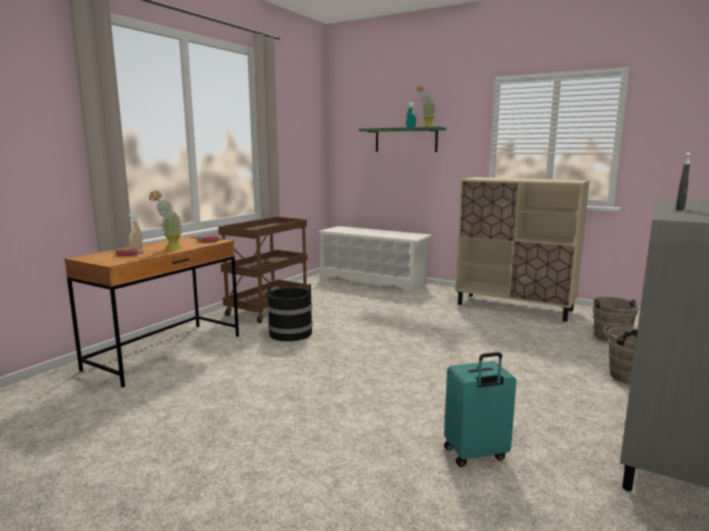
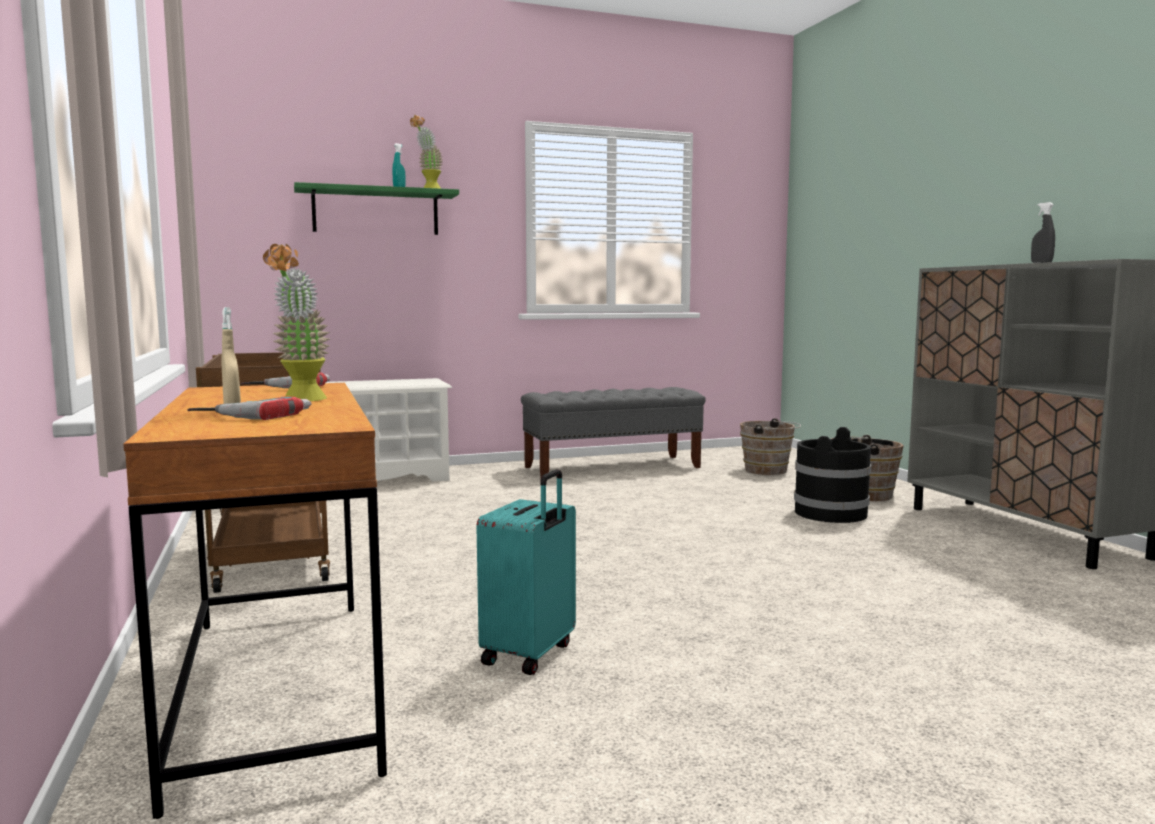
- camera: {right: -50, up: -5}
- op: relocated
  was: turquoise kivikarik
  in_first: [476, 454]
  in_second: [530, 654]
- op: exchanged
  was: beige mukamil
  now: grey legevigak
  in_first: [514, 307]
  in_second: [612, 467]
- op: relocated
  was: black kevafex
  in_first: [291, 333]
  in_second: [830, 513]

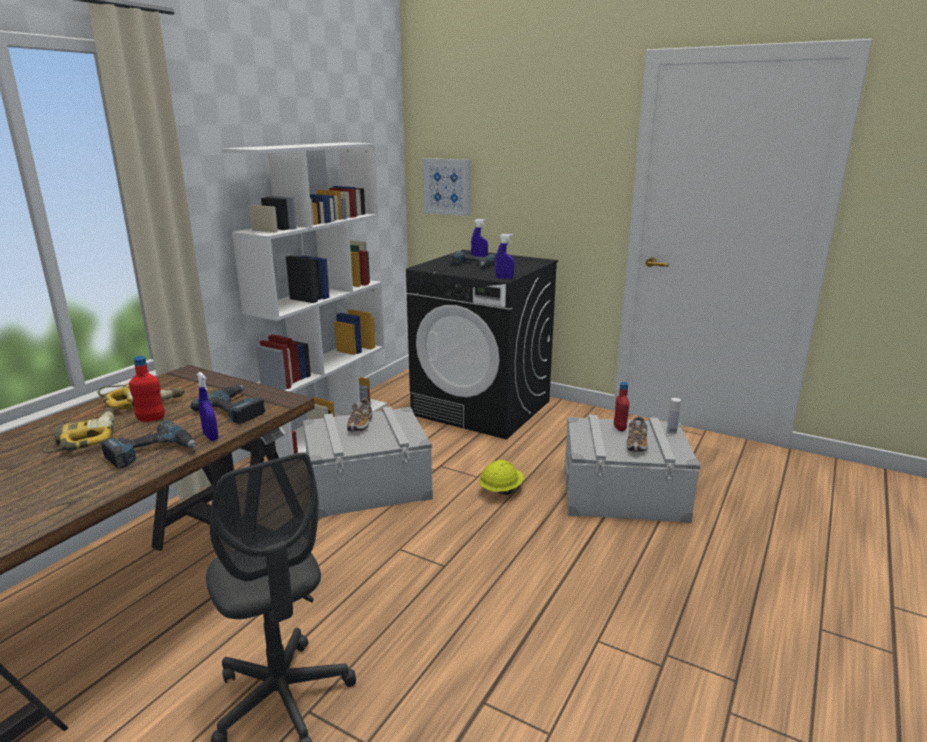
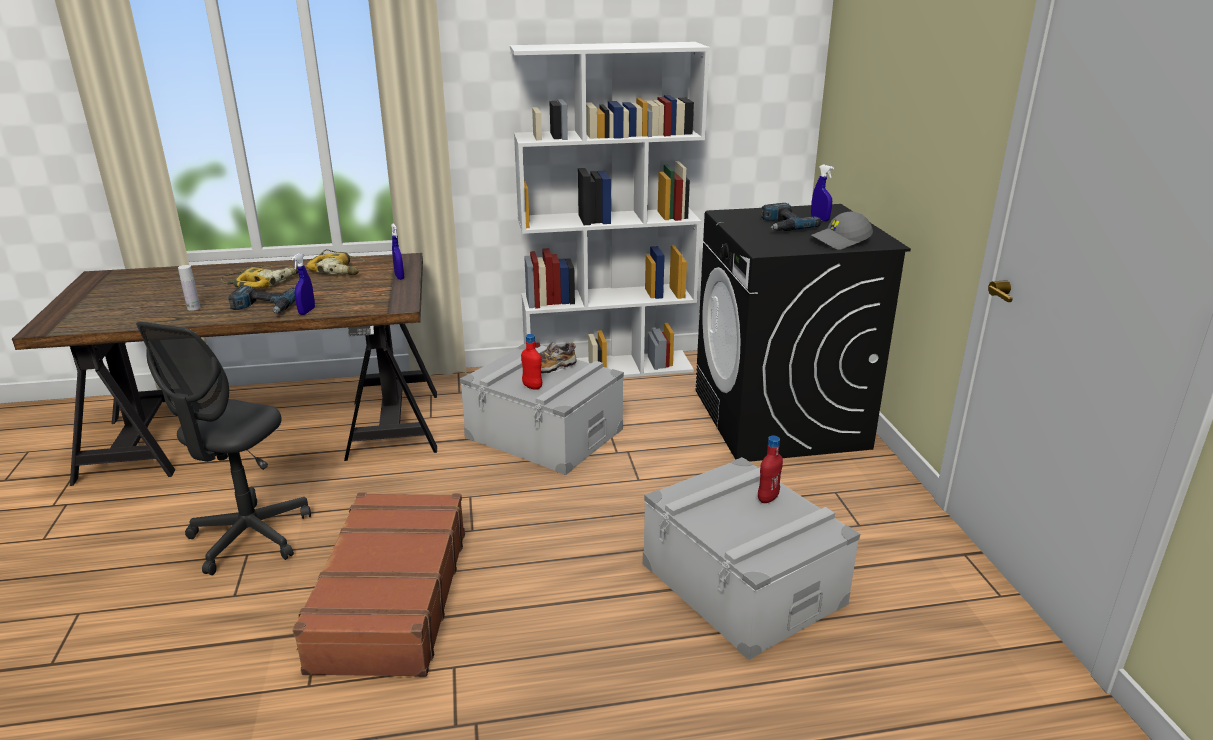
- camera: {right: 50, up: 5}
- op: relocated
  was: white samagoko
  in_first: [671, 432]
  in_second: [193, 308]
- op: appeared
  now: brown kivikarik
  in_second: [390, 598]
- op: relocated
  was: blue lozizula
  in_first: [504, 278]
  in_second: [399, 277]
- op: relocated
  was: red samagoko
  in_first: [151, 419]
  in_second: [532, 387]
- op: appeared
  now: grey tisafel
  in_second: [840, 241]
- op: missing
  was: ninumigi
  in_first: [236, 409]
- op: missing
  was: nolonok
  in_first: [447, 186]
- op: missing
  was: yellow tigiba
  in_first: [501, 490]
- op: missing
  was: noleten
  in_first: [636, 444]

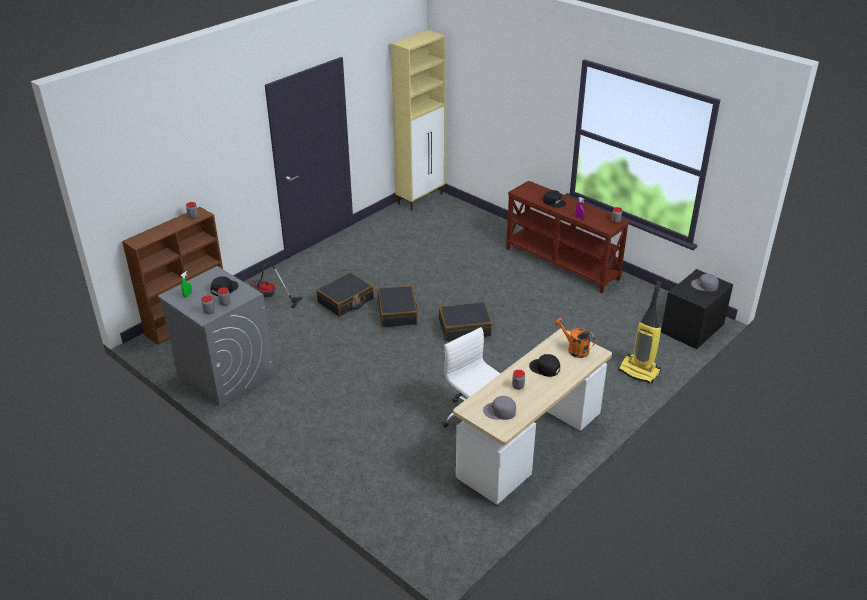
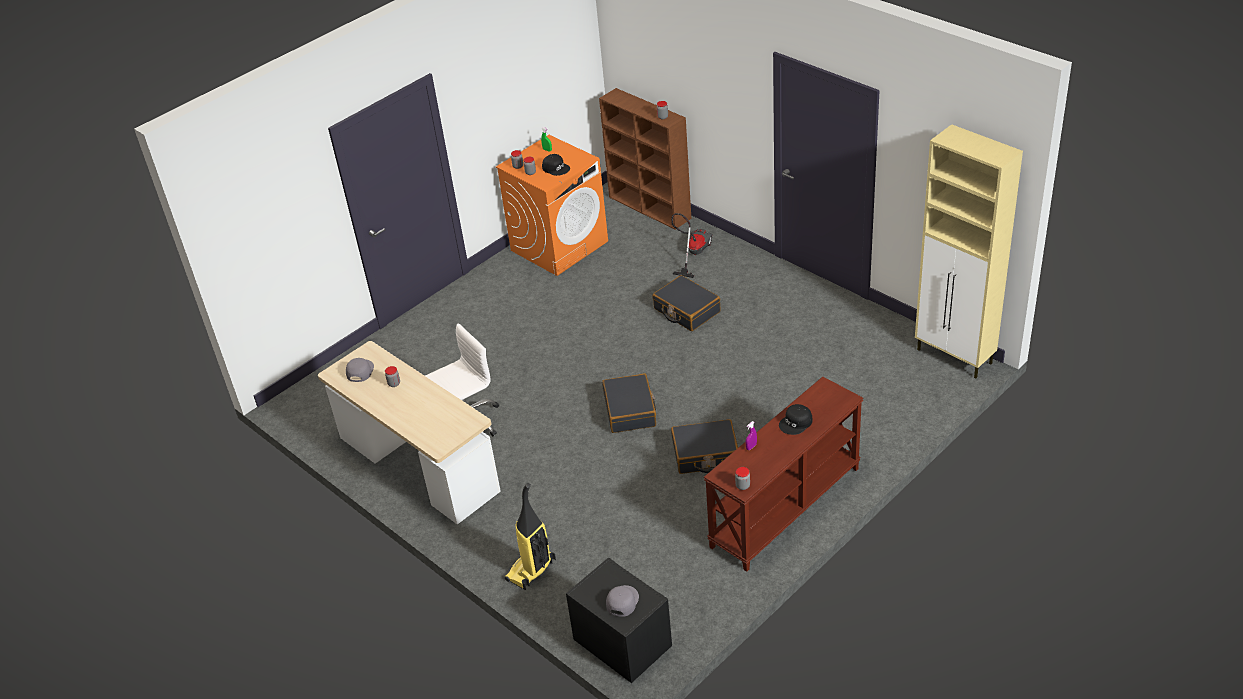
- camera: {right: 95, up: 5}
- op: colour
  was: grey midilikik
  now: orange midilikik
  in_first: [225, 373]
  in_second: [559, 245]
- op: relocated
  was: black kivikarik
  in_first: [397, 313]
  in_second: [705, 455]
- op: missing
  was: black tisafel
  in_first: [544, 368]
- op: missing
  was: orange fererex
  in_first: [574, 349]

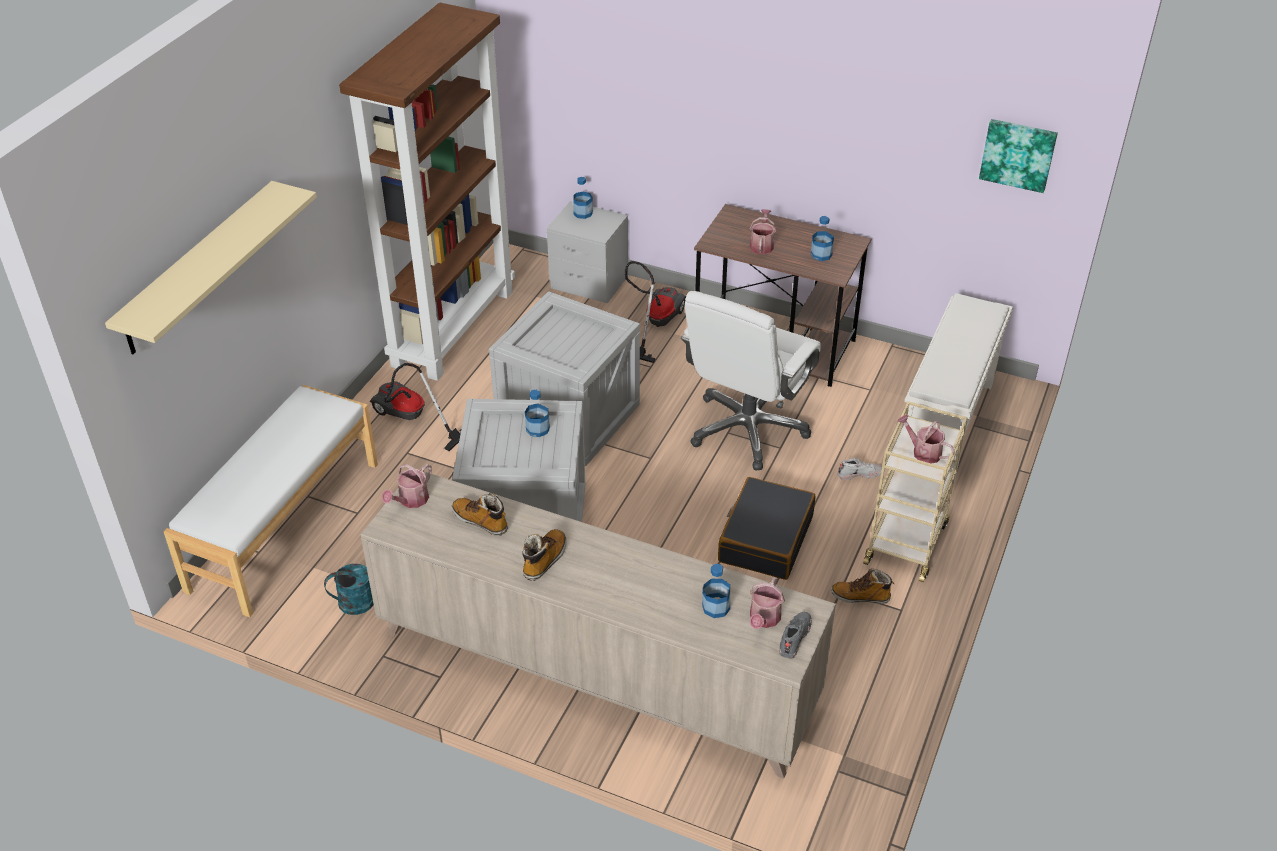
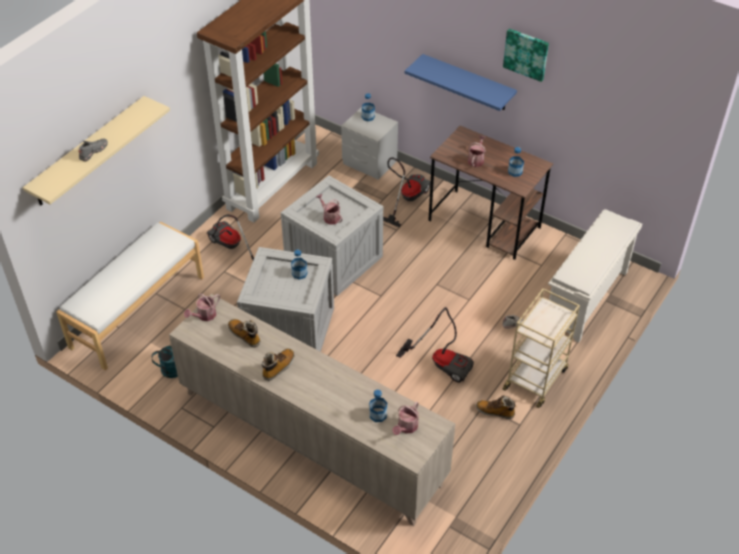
- camera: {right: 10, up: 5}
- op: relocated
  was: grey noleten
  in_first: [794, 637]
  in_second: [93, 151]
- op: relocated
  was: fererex
  in_first: [923, 452]
  in_second: [330, 217]
- op: exchanged
  was: black kivikarik
  now: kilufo
  in_first: [765, 539]
  in_second: [442, 363]
- op: appeared
  now: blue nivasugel
  in_second: [468, 83]
- op: relocated
  was: nolonok
  in_first: [1018, 154]
  in_second: [526, 54]
- op: missing
  was: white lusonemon
  in_first: [747, 429]

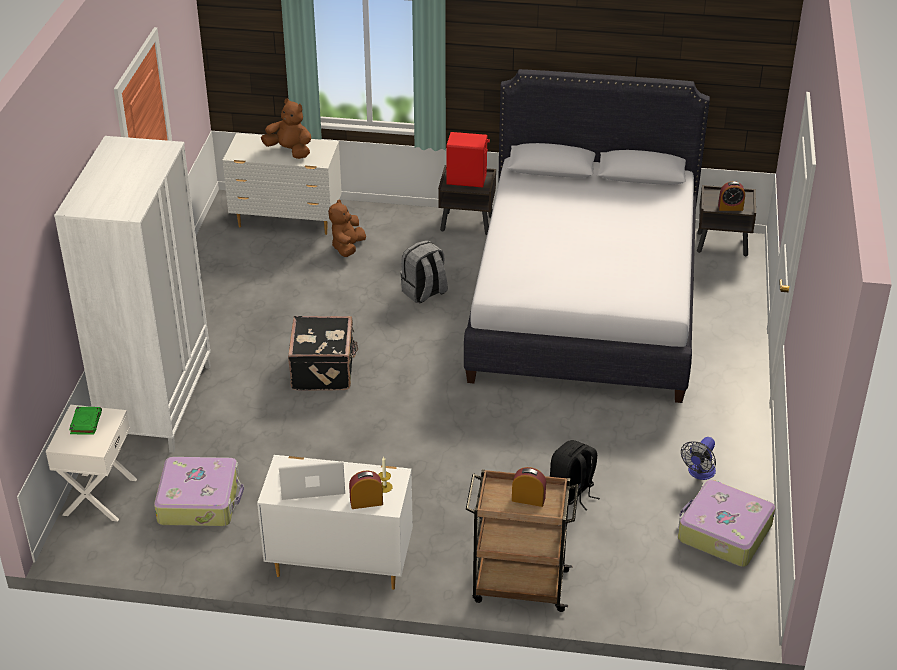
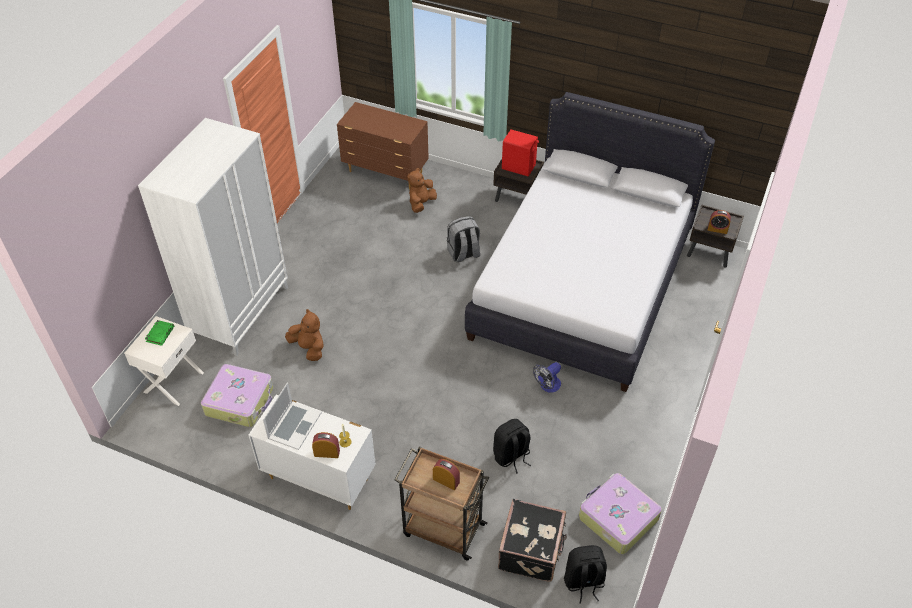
- camera: {right: 15, up: 10}
- op: spun
  was: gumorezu
  in_first: [312, 482]
  in_second: [294, 425]
  clockwise: 105
- op: relocated
  was: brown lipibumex
  in_first: [290, 151]
  in_second: [309, 348]
- op: colour
  was: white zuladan
  now: brown zuladan
  in_first: [287, 221]
  in_second: [386, 173]
- op: relocated
  was: black kivikarik
  in_first: [324, 370]
  in_second: [532, 550]
- op: relocated
  was: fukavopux
  in_first: [699, 473]
  in_second: [547, 386]
- op: appeared
  now: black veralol
  in_second: [583, 582]

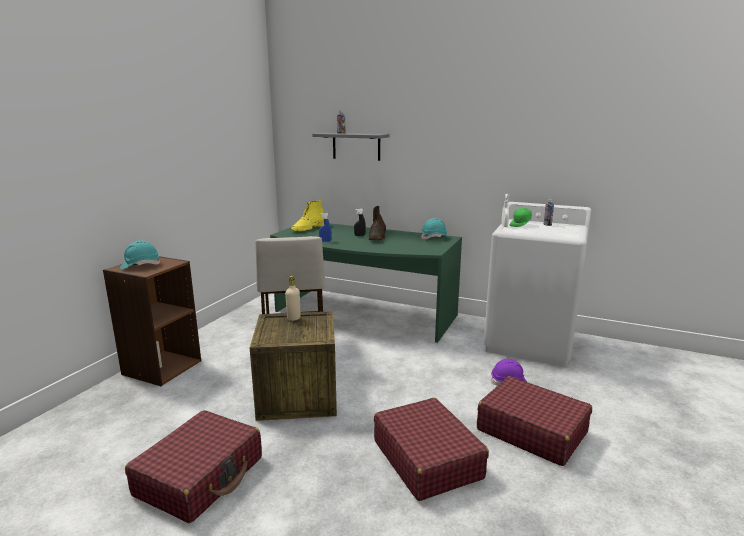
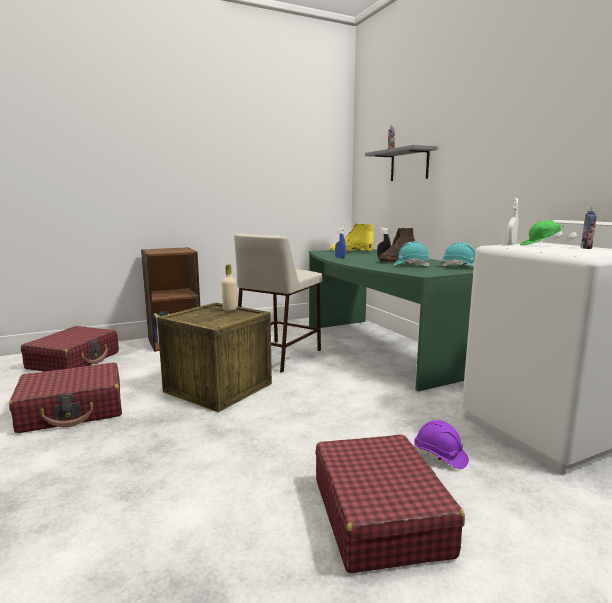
- camera: {right: 40, up: -5}
- op: relocated
  was: red kivikarik
  in_first: [427, 459]
  in_second: [74, 360]
- op: relocated
  was: turquoise tigiba
  in_first: [140, 265]
  in_second: [410, 266]

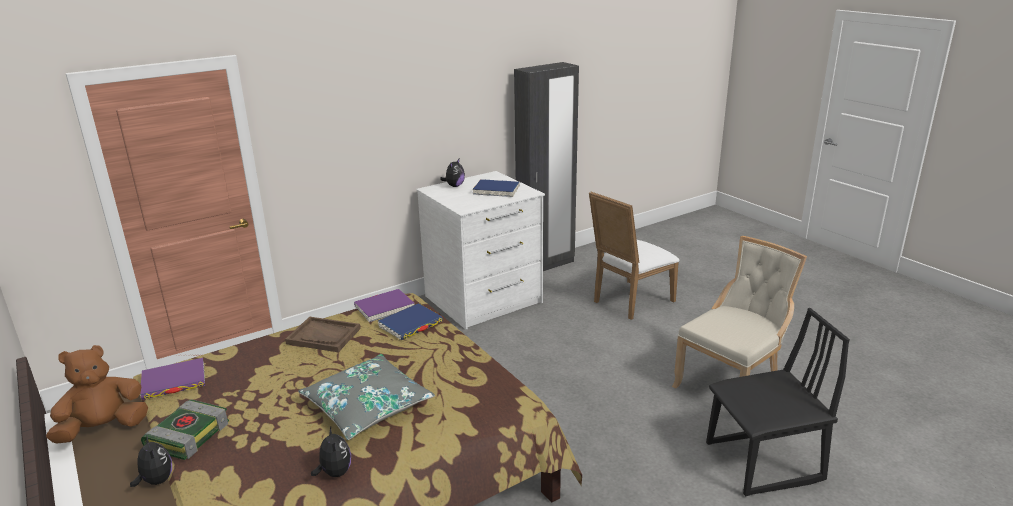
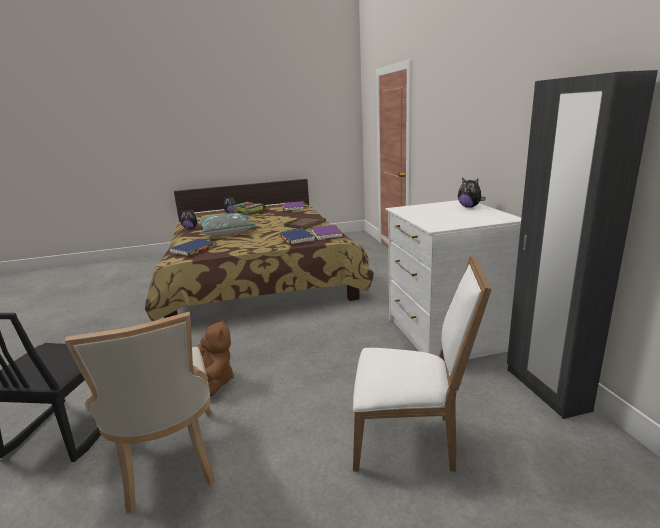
- camera: {right: 110, up: -5}
- op: relocated
  was: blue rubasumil
  in_first: [496, 190]
  in_second: [194, 249]
- op: relocated
  was: brown lipibumex
  in_first: [103, 428]
  in_second: [214, 382]
- op: spun
  was: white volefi
  in_first: [629, 302]
  in_second: [410, 439]
  clockwise: 120

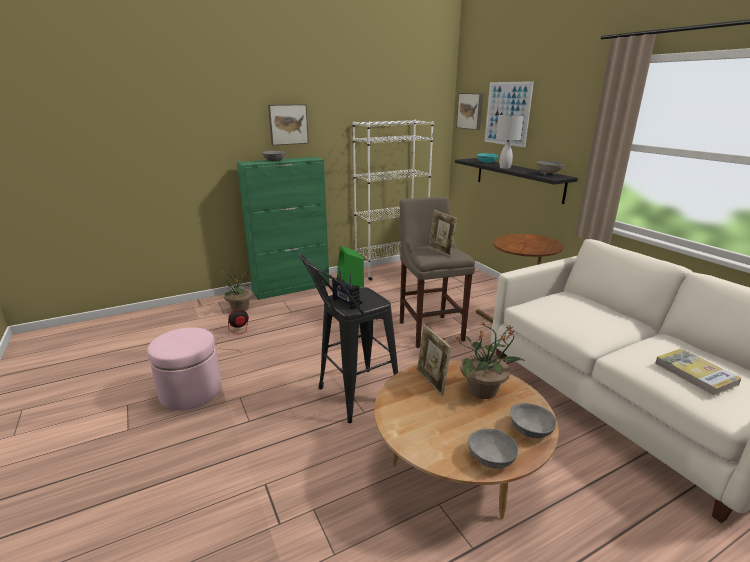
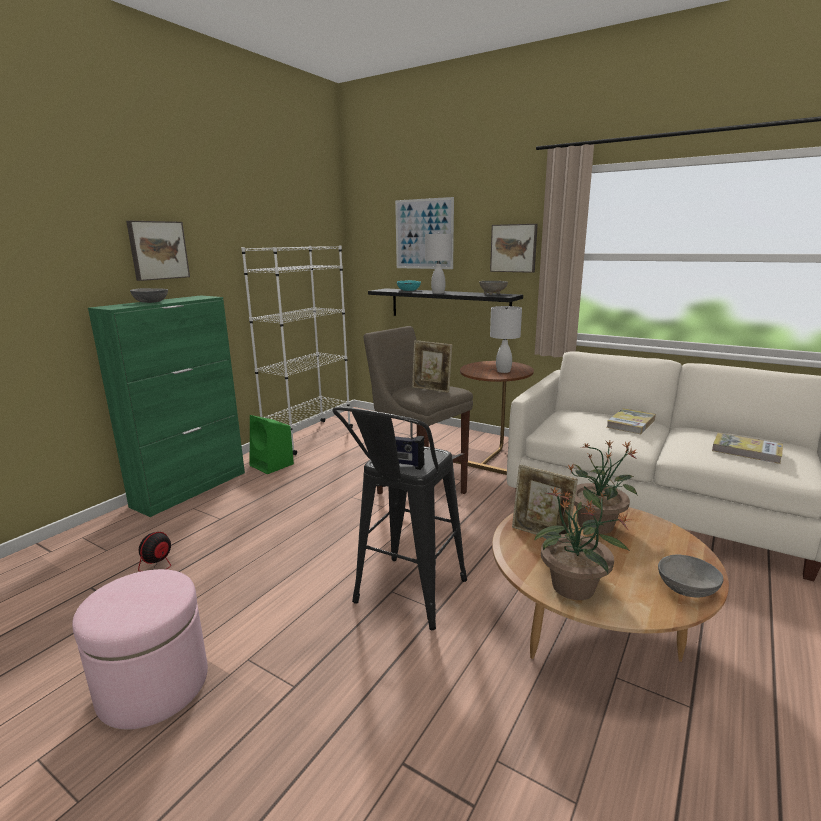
- camera: {right: -30, up: -5}
- op: relocated
  was: nolonok
  in_first: [470, 111]
  in_second: [514, 248]
- op: appeared
  now: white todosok
  in_second: [504, 371]
- op: relocated
  was: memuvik
  in_first: [239, 308]
  in_second: [573, 588]
- op: appeared
  now: rubasumil
  in_second: [631, 423]
- op: missing
  was: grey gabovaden
  in_first: [530, 430]

